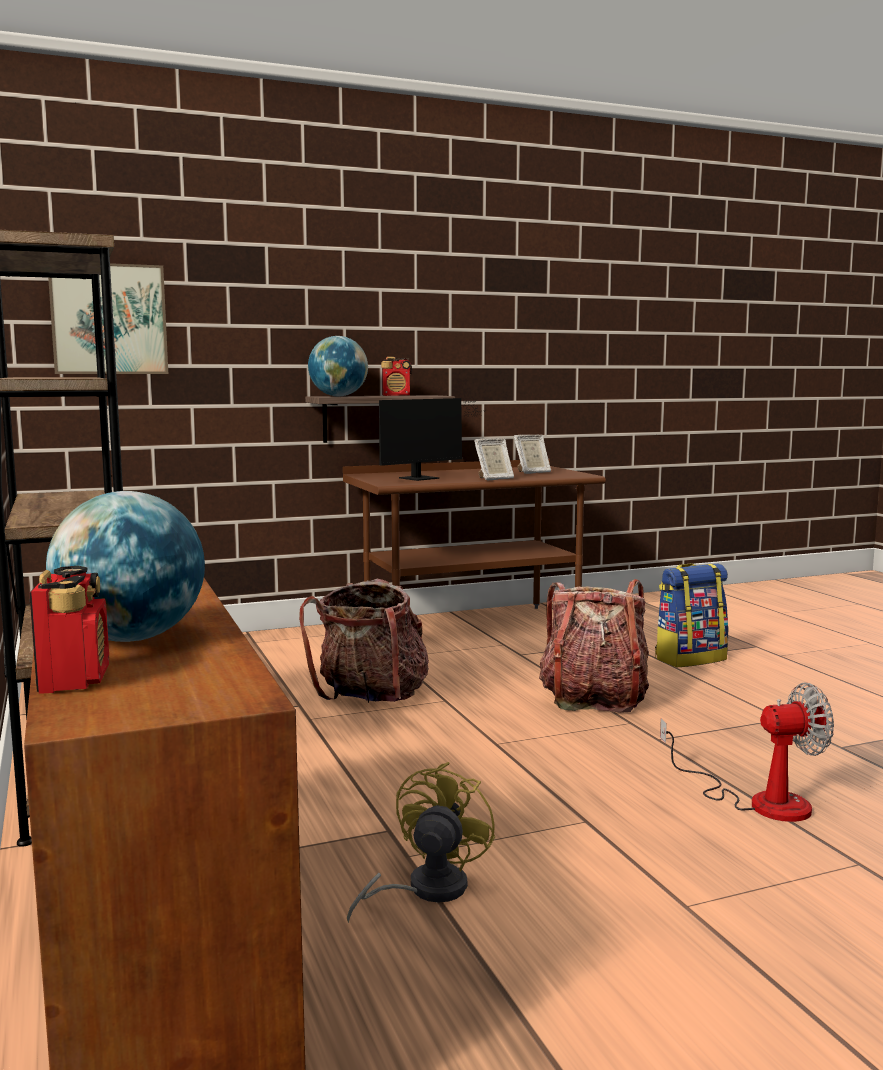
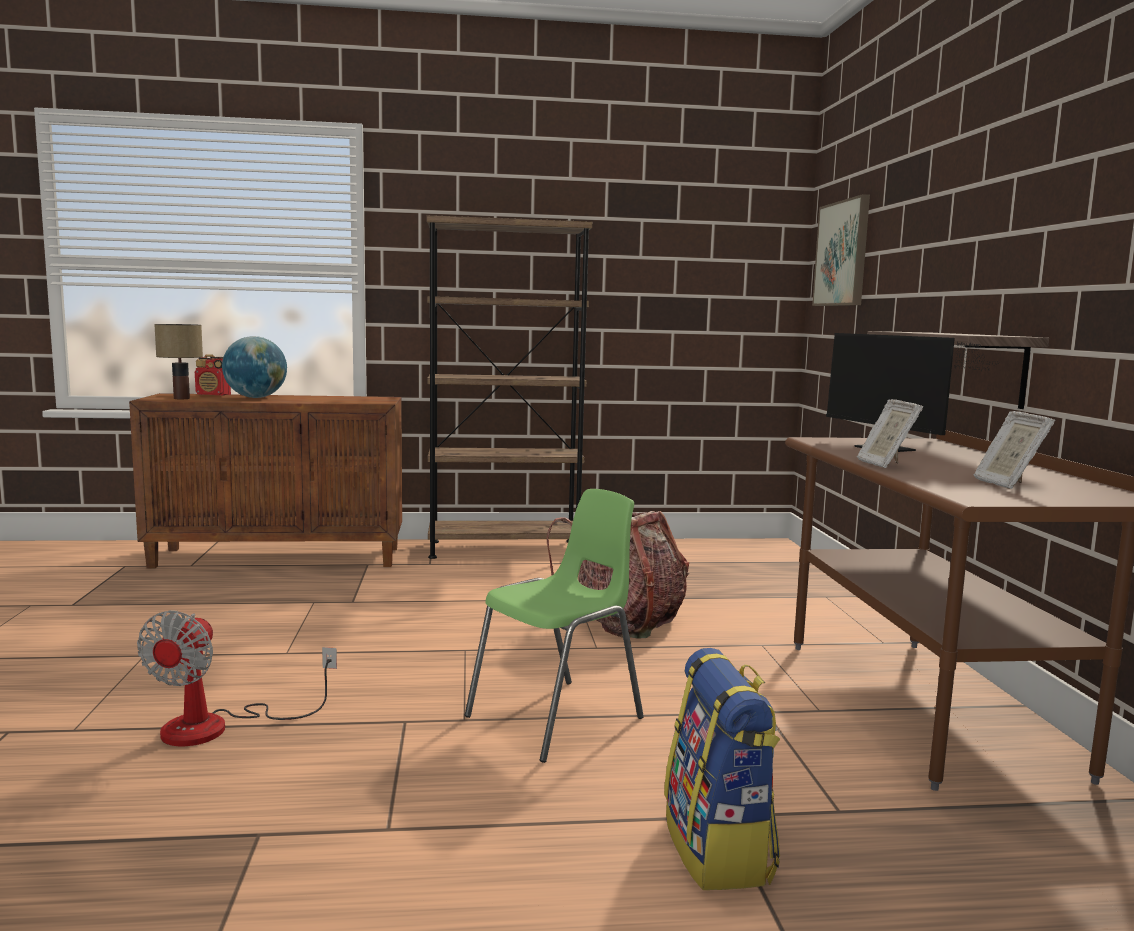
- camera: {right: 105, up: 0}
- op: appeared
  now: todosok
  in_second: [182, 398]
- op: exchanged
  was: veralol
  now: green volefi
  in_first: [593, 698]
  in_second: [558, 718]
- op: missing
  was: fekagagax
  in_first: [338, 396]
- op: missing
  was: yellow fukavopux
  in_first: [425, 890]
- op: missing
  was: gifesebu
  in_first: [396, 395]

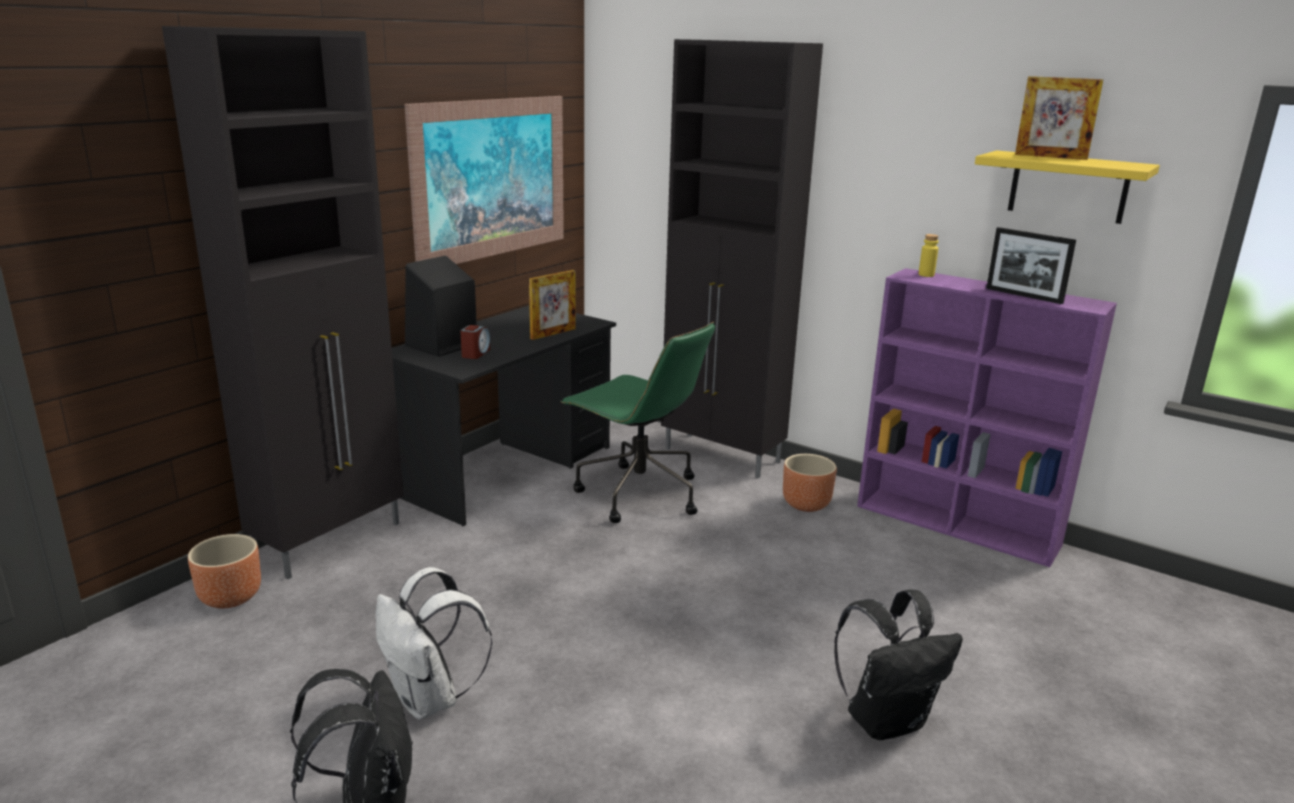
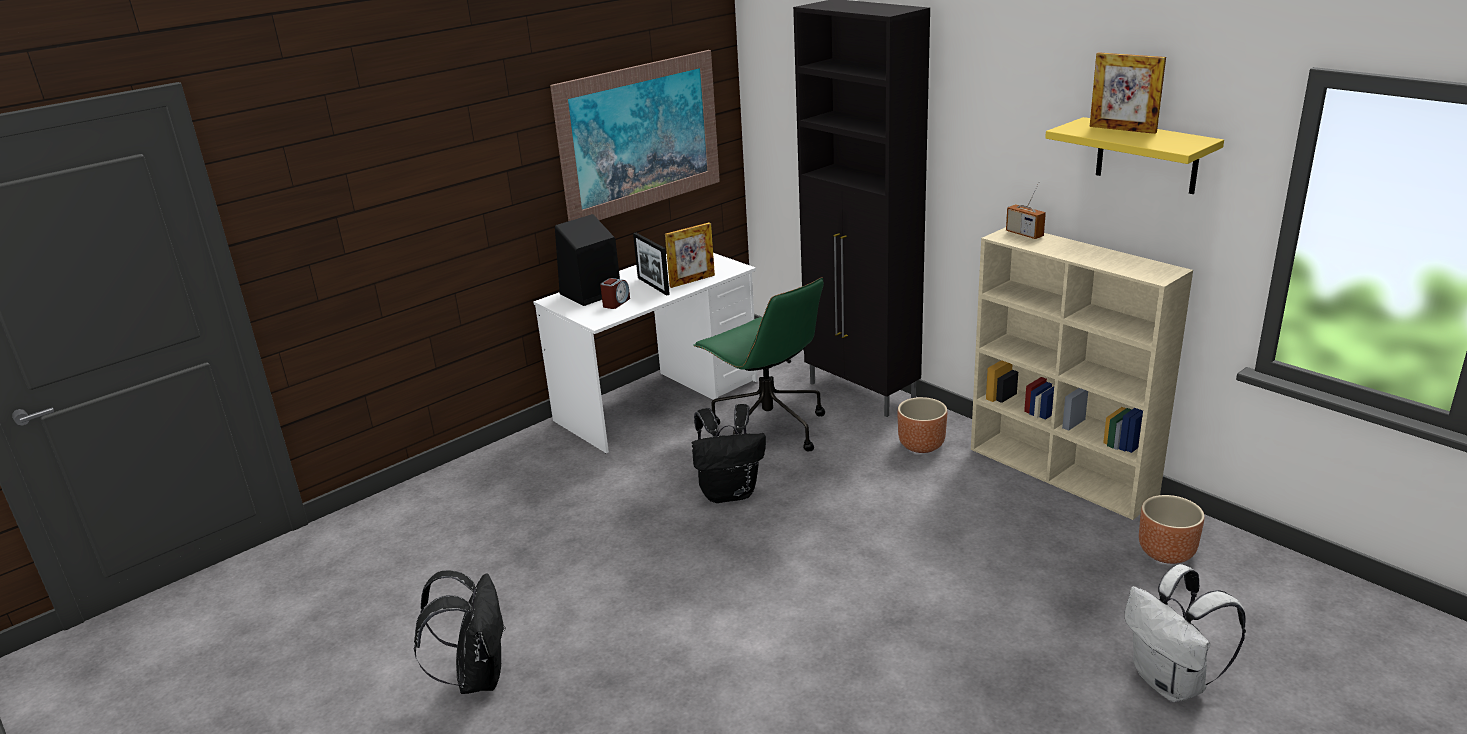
- camera: {right: 15, up: 5}
- op: colour
  was: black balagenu
  now: white balagenu
  in_first: [506, 470]
  in_second: [658, 401]
- op: relocated
  was: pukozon
  in_first: [1023, 295]
  in_second: [653, 286]
- op: relocated
  was: black veralol
  in_first: [886, 720]
  in_second: [730, 493]
- op: colour
  was: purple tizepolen
  now: beige tizepolen
  in_first: [958, 525]
  in_second: [1062, 473]
- op: exchanged
  was: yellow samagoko
  now: gifesebu
  in_first: [926, 275]
  in_second: [1024, 234]
- op: relocated
  was: white veralol
  in_first: [430, 699]
  in_second: [1172, 683]
- op: relocated
  was: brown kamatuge
  in_first: [231, 597]
  in_second: [1167, 553]
- op: missing
  was: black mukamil
  in_first: [331, 540]

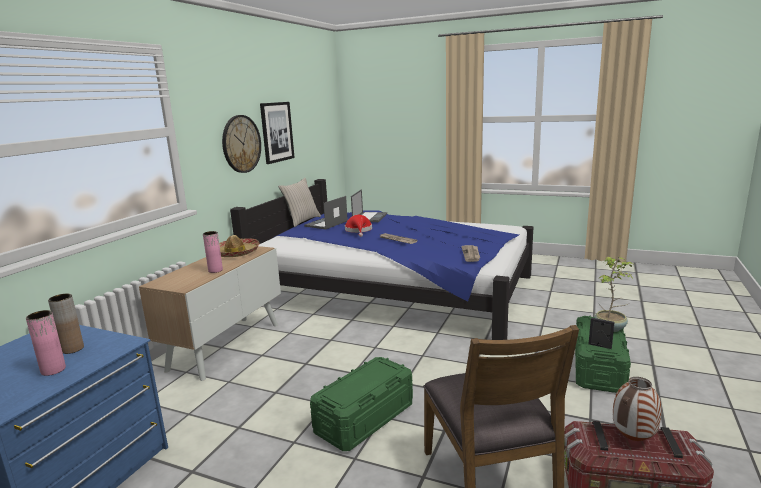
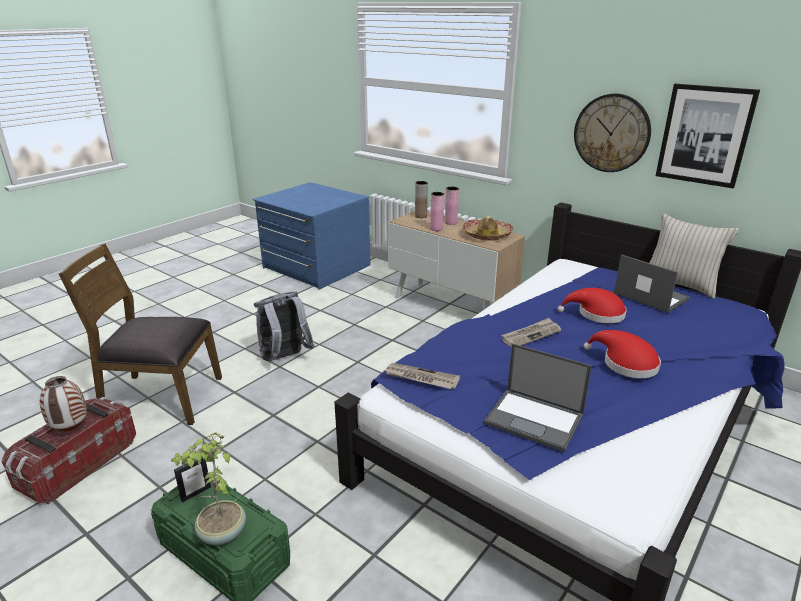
- camera: {right: 105, up: 10}
- op: exchanged
  was: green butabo
  now: grey veralol
  in_first: [365, 418]
  in_second: [284, 358]
- op: relocated
  was: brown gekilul
  in_first: [72, 349]
  in_second: [421, 216]
- op: relocated
  was: pink gekilul
  in_first: [53, 370]
  in_second: [451, 222]
- op: relocated
  was: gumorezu
  in_first: [370, 217]
  in_second: [535, 419]
- op: appeared
  now: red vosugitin
  in_second: [625, 363]

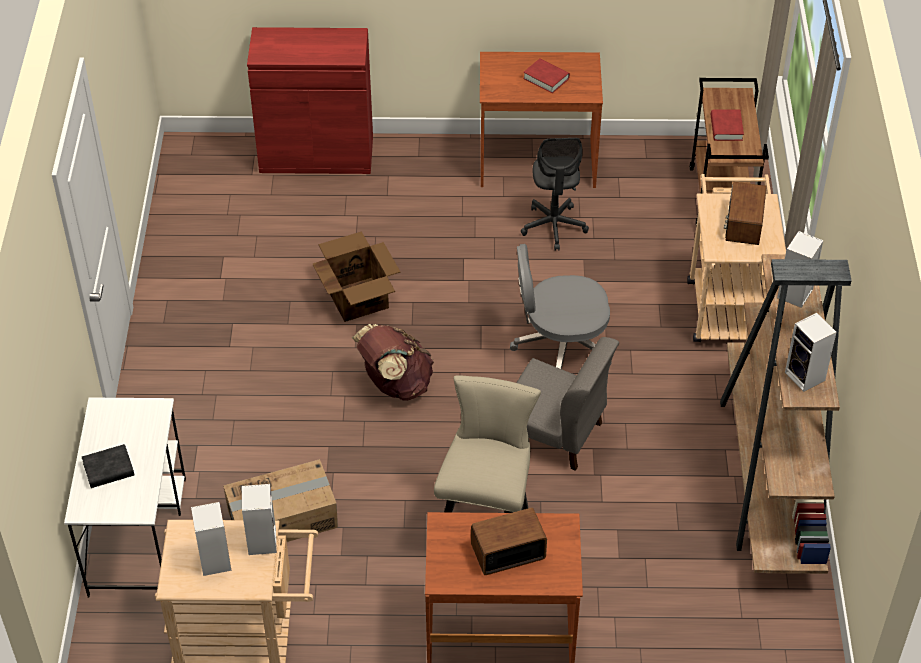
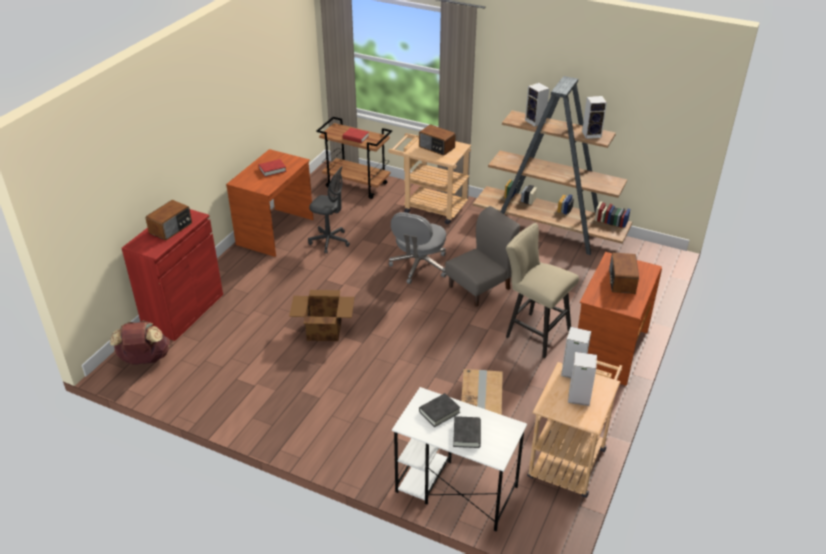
- camera: {right: -65, up: -10}
- op: relocated
  was: brown veralol
  in_first: [395, 384]
  in_second: [145, 360]
- op: appeared
  now: gifesebu
  in_second: [171, 228]
- op: appeared
  now: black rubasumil
  in_second: [439, 412]

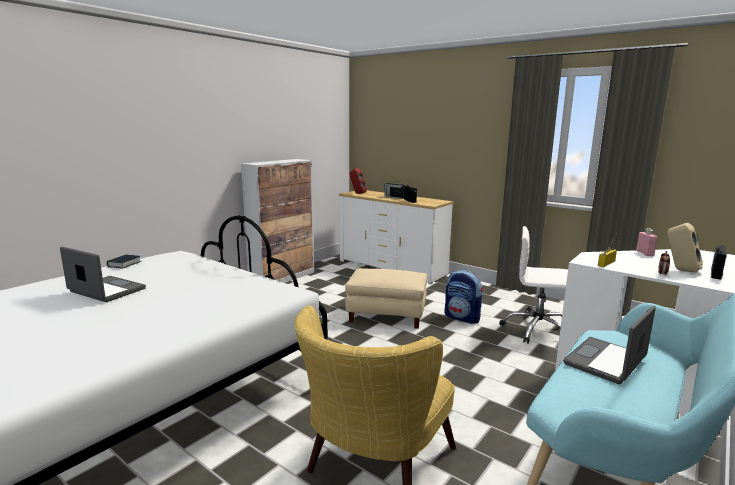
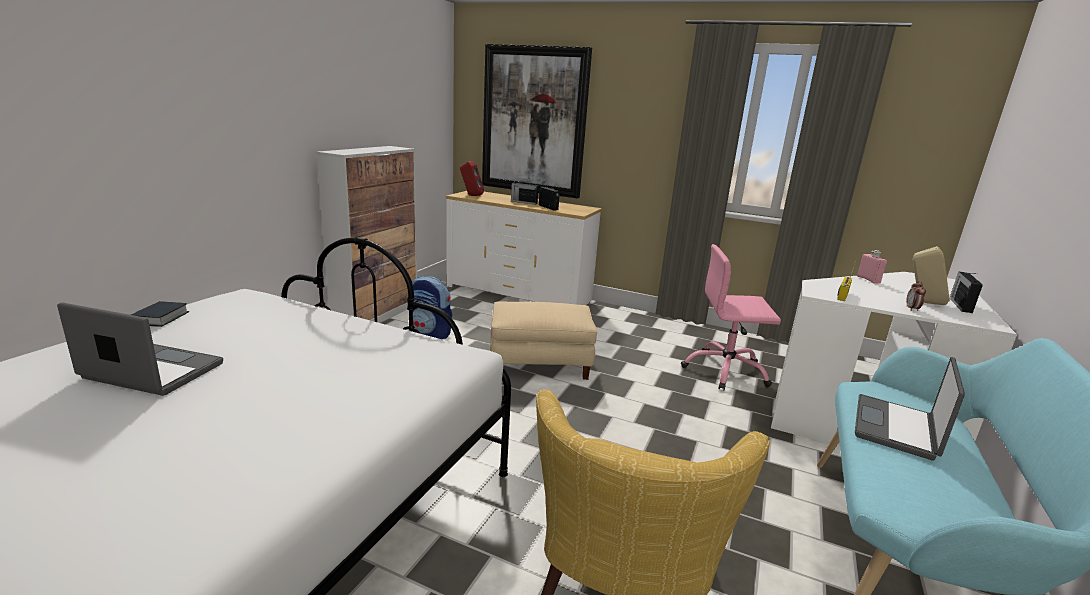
- camera: {right: -15, up: 5}
- op: relocated
  was: veralol
  in_first: [462, 318]
  in_second: [430, 333]
- op: appeared
  now: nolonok
  in_second: [534, 121]
- op: colour
  was: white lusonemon
  now: pink lusonemon
  in_first: [537, 330]
  in_second: [725, 371]

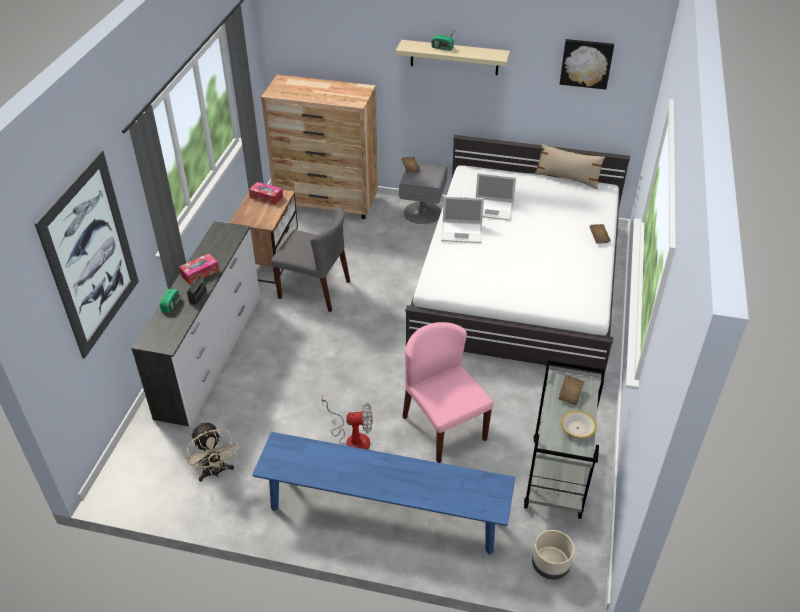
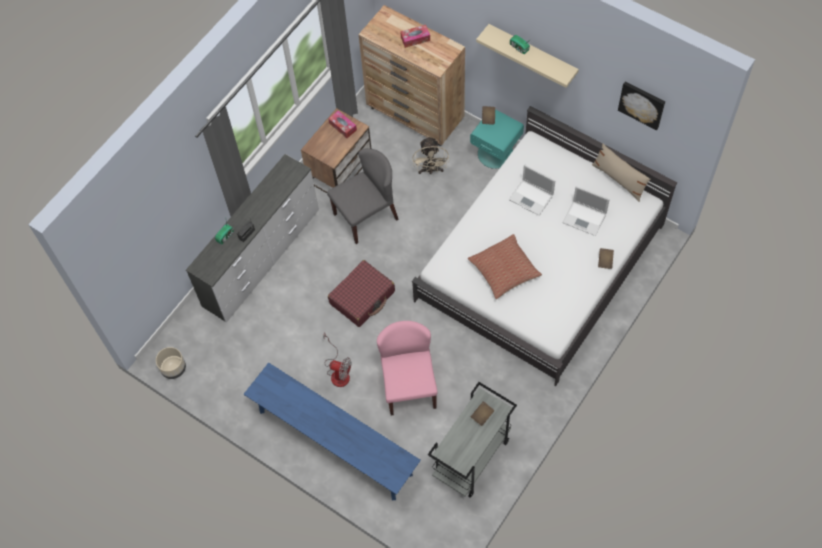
- camera: {right: 25, up: 20}
- op: relocated
  was: beige kamatuge
  in_first: [550, 565]
  in_second: [174, 368]
- op: spun
  was: grey volefi
  in_first: [315, 289]
  in_second: [366, 216]
  clockwise: -75
- op: appeared
  now: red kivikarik
  in_second: [362, 297]
- op: relocated
  was: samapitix
  in_first: [200, 273]
  in_second: [415, 39]
- op: relocated
  was: beige fukavopux
  in_first: [215, 472]
  in_second: [430, 170]
- op: appeared
  now: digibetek
  in_second: [504, 271]
- op: colour
  was: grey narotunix
  now: turquoise narotunix
  in_first: [422, 212]
  in_second: [496, 153]
- op: relocated
  was: gumorezu
  in_first: [462, 232]
  in_second: [585, 218]
- op: missing
  was: nolonok
  in_first: [91, 255]
- op: missing
  was: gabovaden
  in_first: [577, 428]

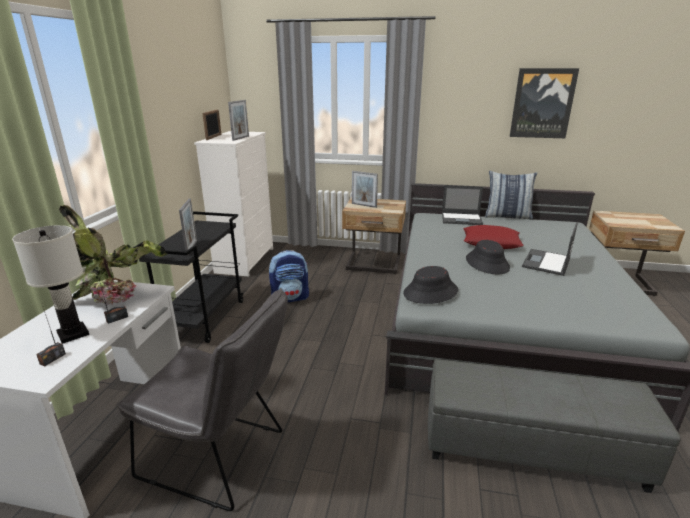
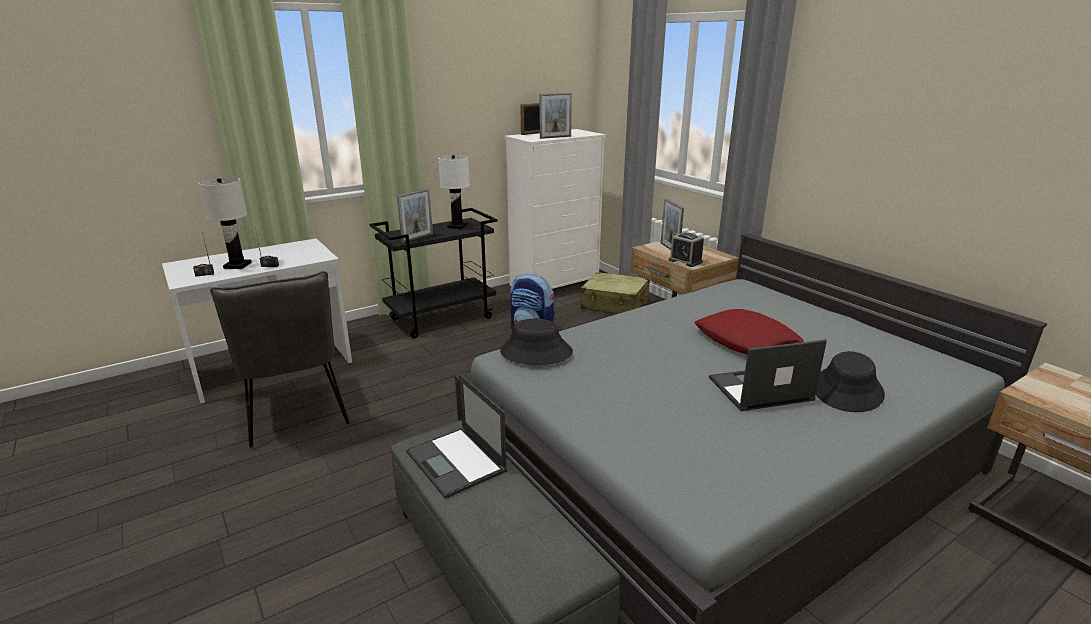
- camera: {right: 45, up: 0}
- op: relocated
  was: gumorezu
  in_first: [462, 219]
  in_second: [457, 462]
- op: appeared
  now: white todosok
  in_second: [457, 226]
- op: appeared
  now: beige kivikarik
  in_second: [615, 304]
- op: appeared
  now: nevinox
  in_second: [685, 261]
- op: relocated
  was: black vosugitin
  in_first: [487, 263]
  in_second: [847, 390]
- op: missing
  was: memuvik
  in_first: [120, 296]
- op: missing
  was: digibetek
  in_first: [507, 216]
- op: missing
  was: nolonok
  in_first: [542, 103]

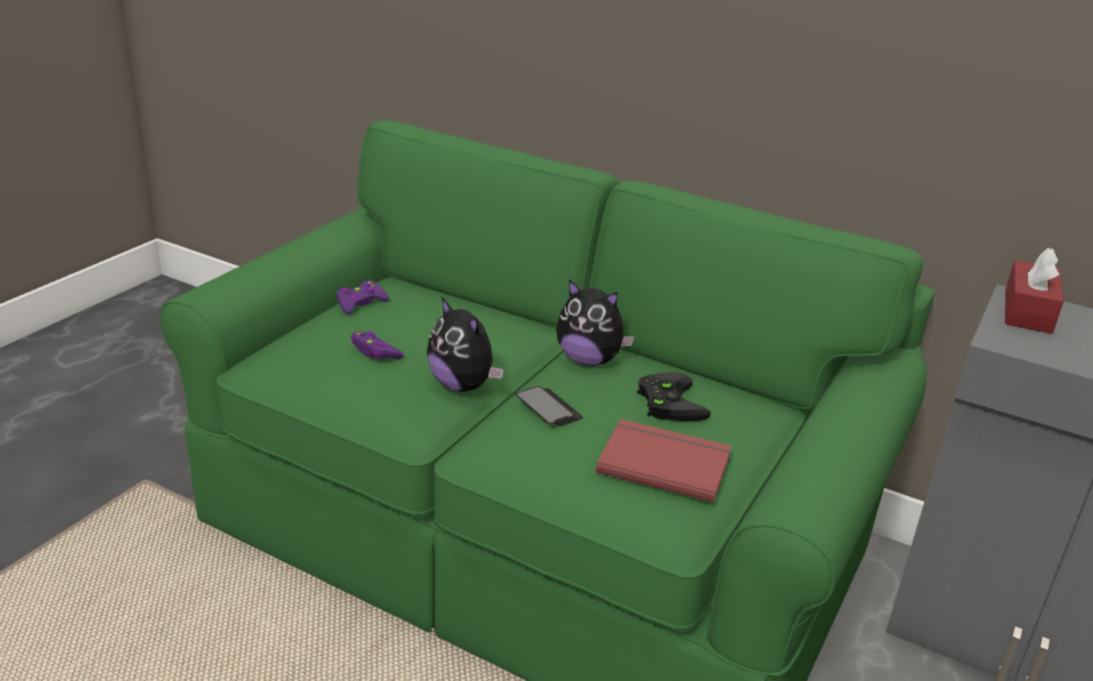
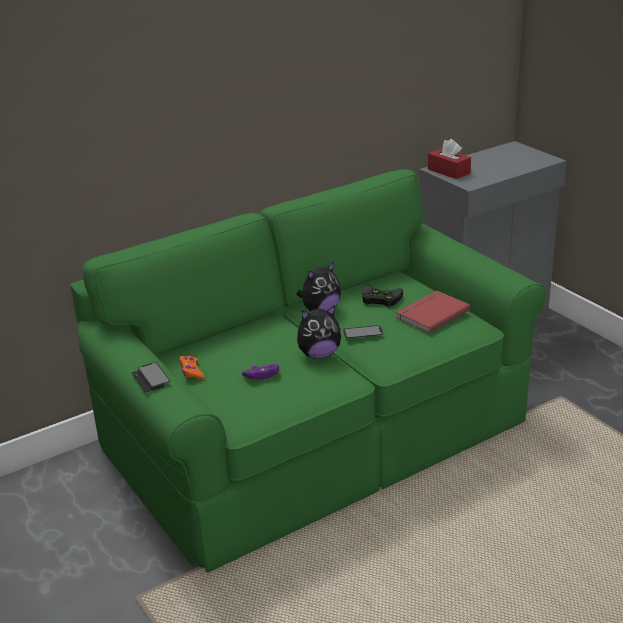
- camera: {right: -60, up: 0}
- op: appeared
  now: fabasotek
  in_second: [151, 378]
- op: colour
  was: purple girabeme
  now: orange girabeme
  in_first: [360, 303]
  in_second: [191, 371]

